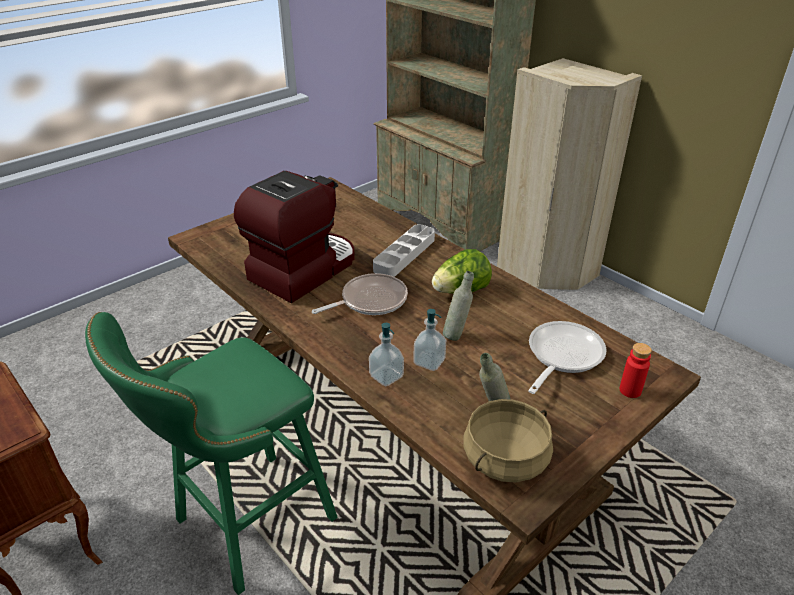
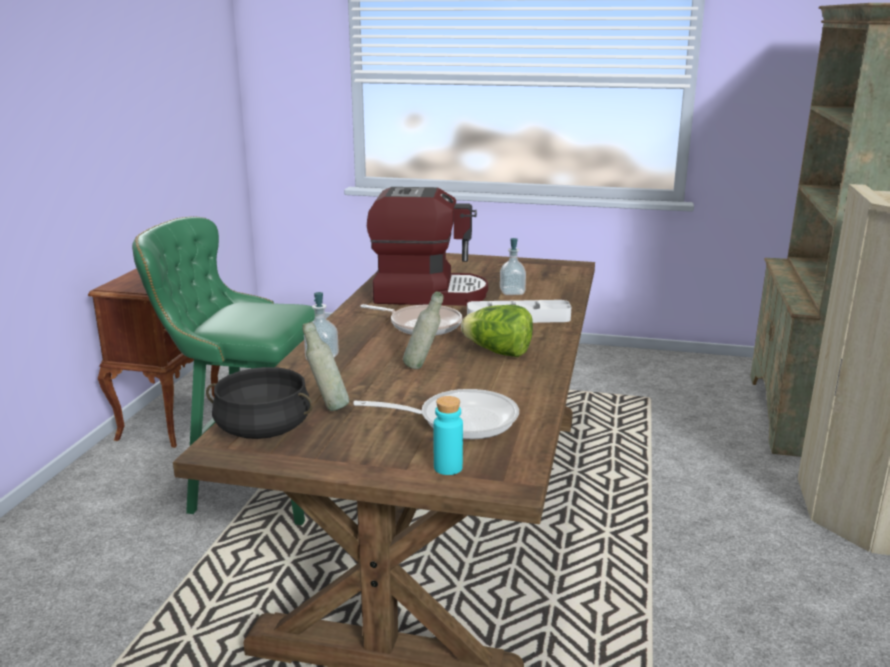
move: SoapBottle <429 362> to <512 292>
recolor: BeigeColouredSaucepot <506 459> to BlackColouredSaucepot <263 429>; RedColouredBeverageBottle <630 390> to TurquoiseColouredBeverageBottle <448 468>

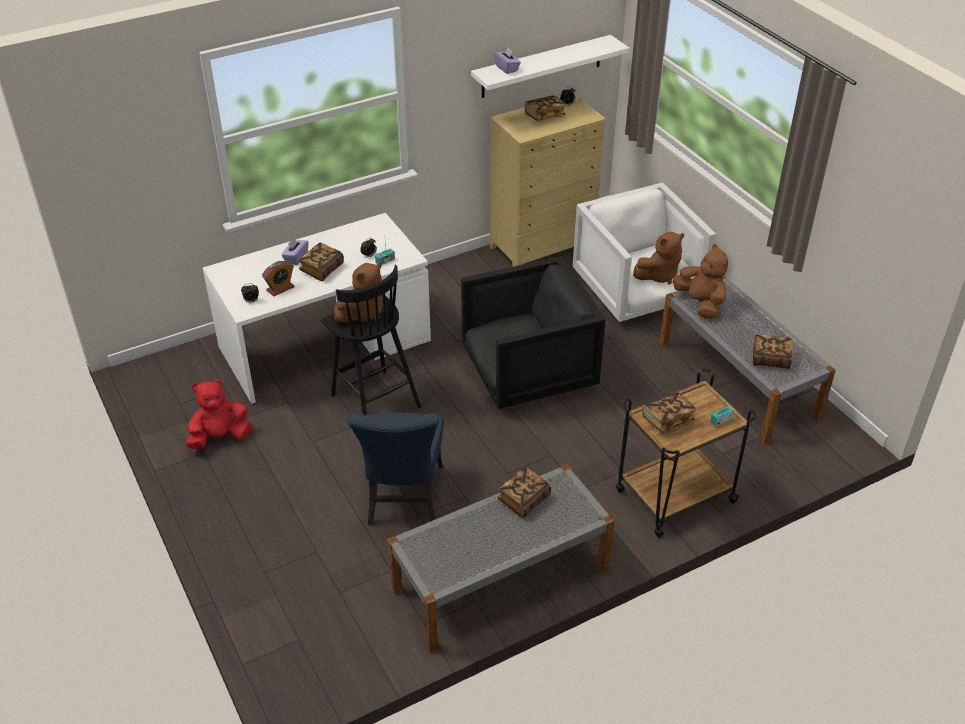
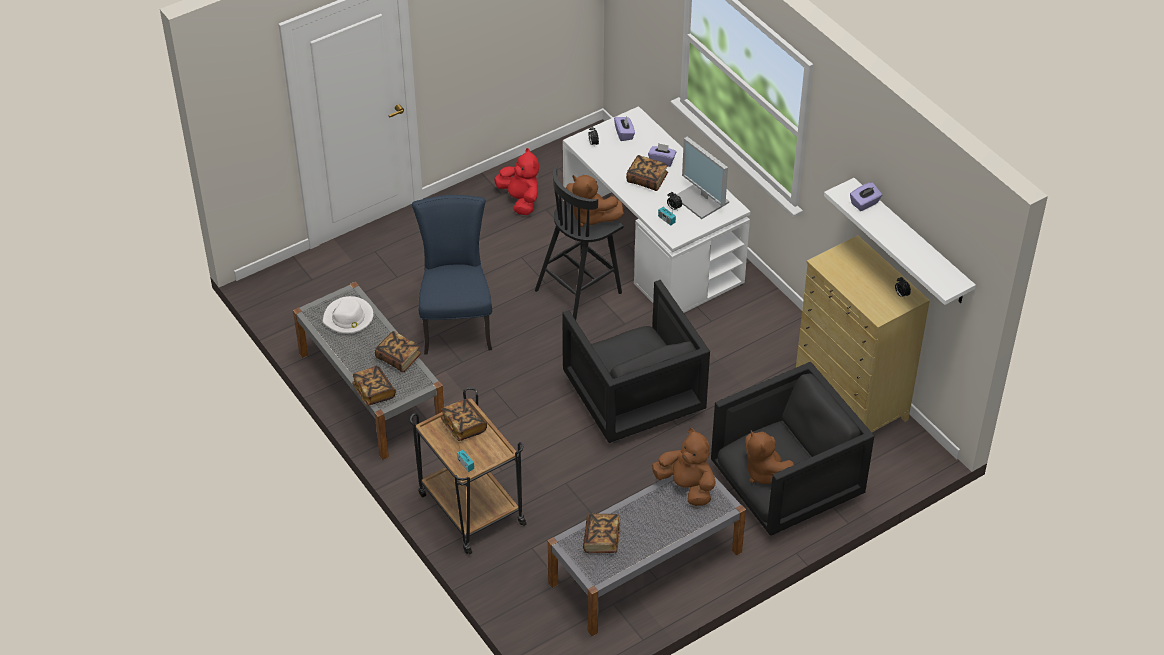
delete: AlarmClock <280 288>
insert: WhiteWearableHat <348 318>; PurpleTissueHolder <624 134>; ComputerScreen <702 200>
move: Book <544 116> to <374 392>
recolor: WhiteLoungeChair <637 291> to BlackColouredLoungeChair <785 485>
rotate: BlueUprightChair <403 499> = <456 322> 90 degrees clockwise; BrownPlushToy <700 304> = <686 487> 105 degrees counterclockwise

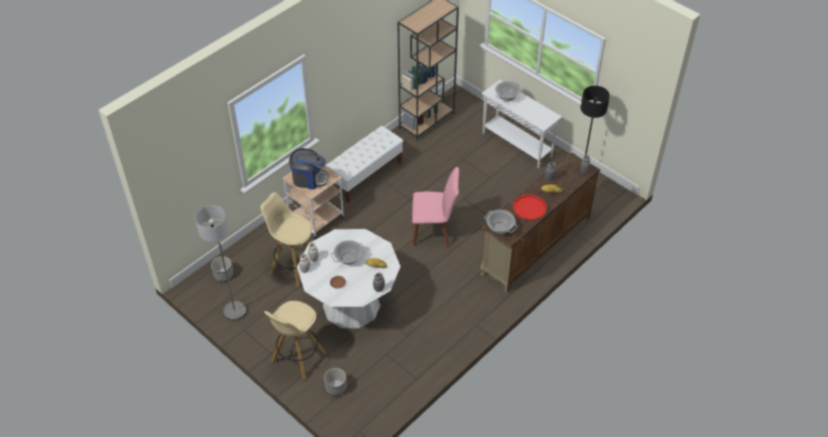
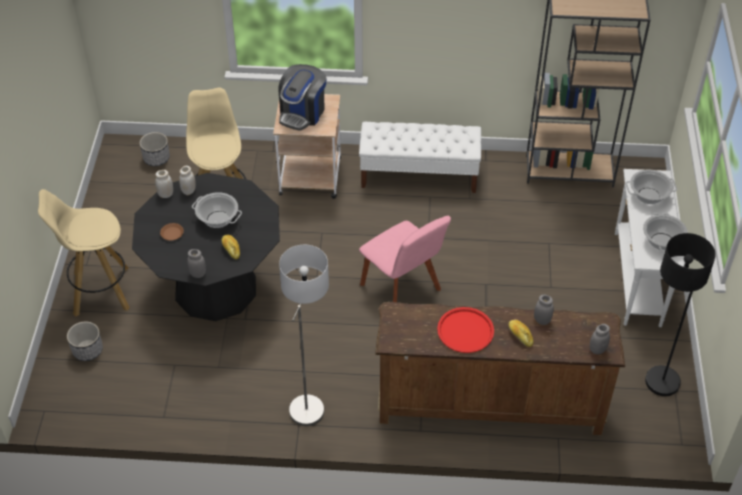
move: GreyStandingLamp <232 307> to <310 402>; Saucepot <499 228> to <661 241>
recolor: WhiteDiningTable <351 305> to BlackColouredDiningTable <215 288>
rotate: CoffeeBrewer <309 179> = <302 113> 60 degrees clockwise

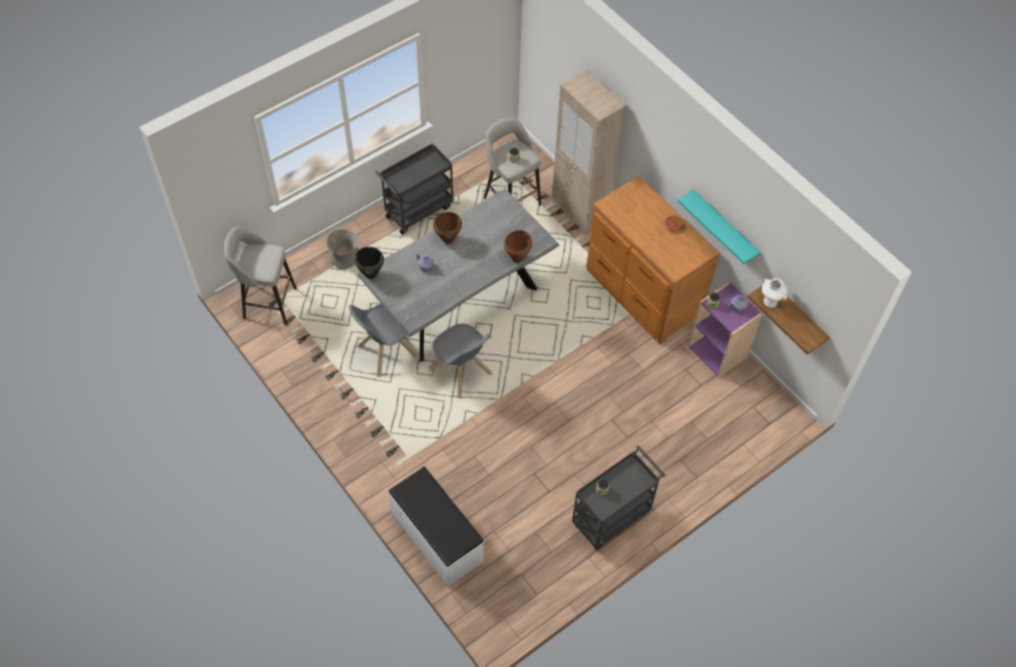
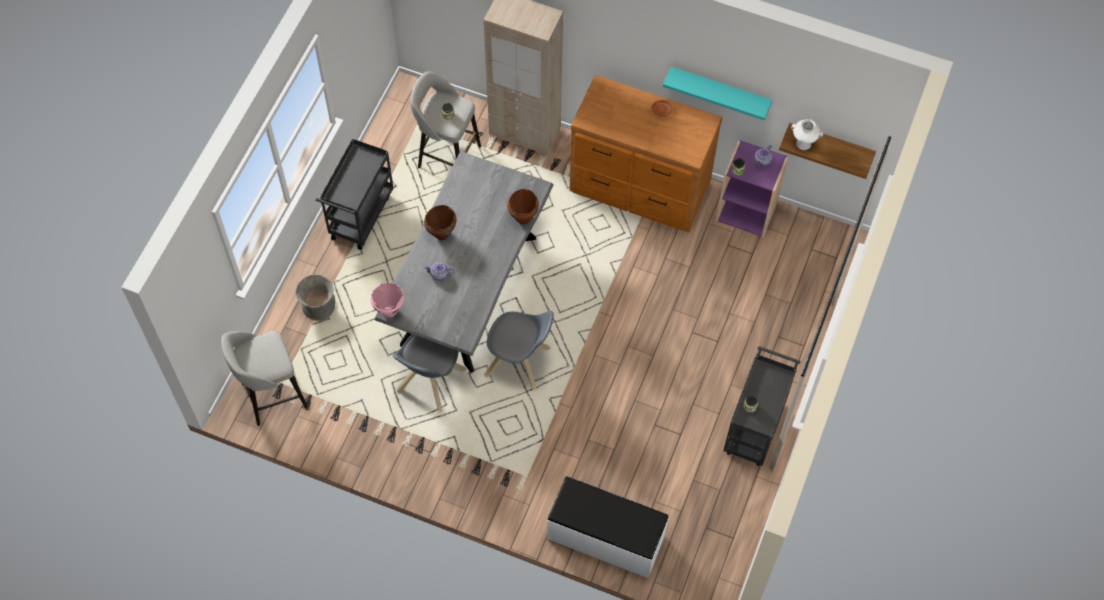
recolor: BlackColouredSaucepot <370 274> to PinkSaucepot <389 311>

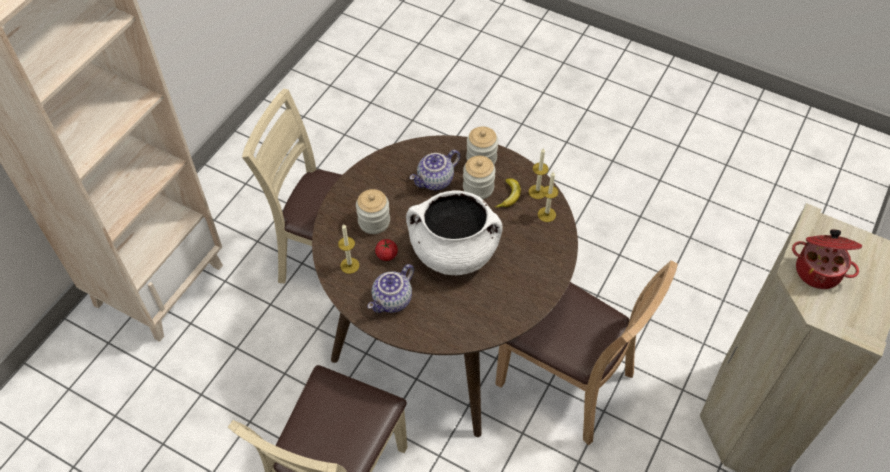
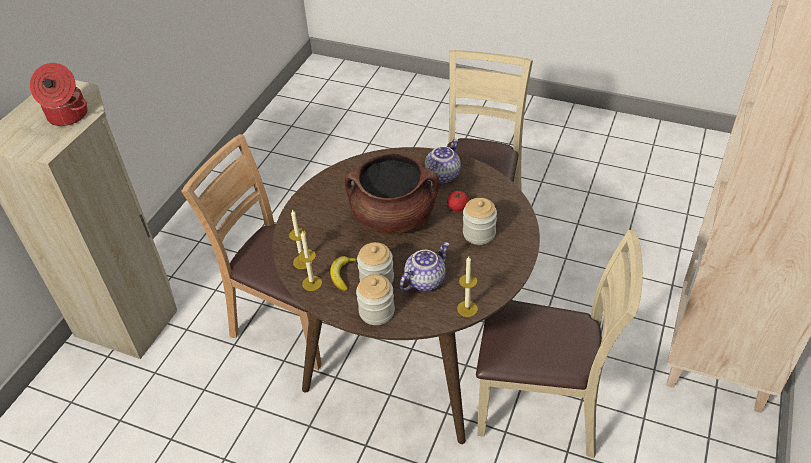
move: WaxCandle <349 265> to <467 308>
recolor: WhiteSaucepot <453 252> to BrownSaucepot <394 217>

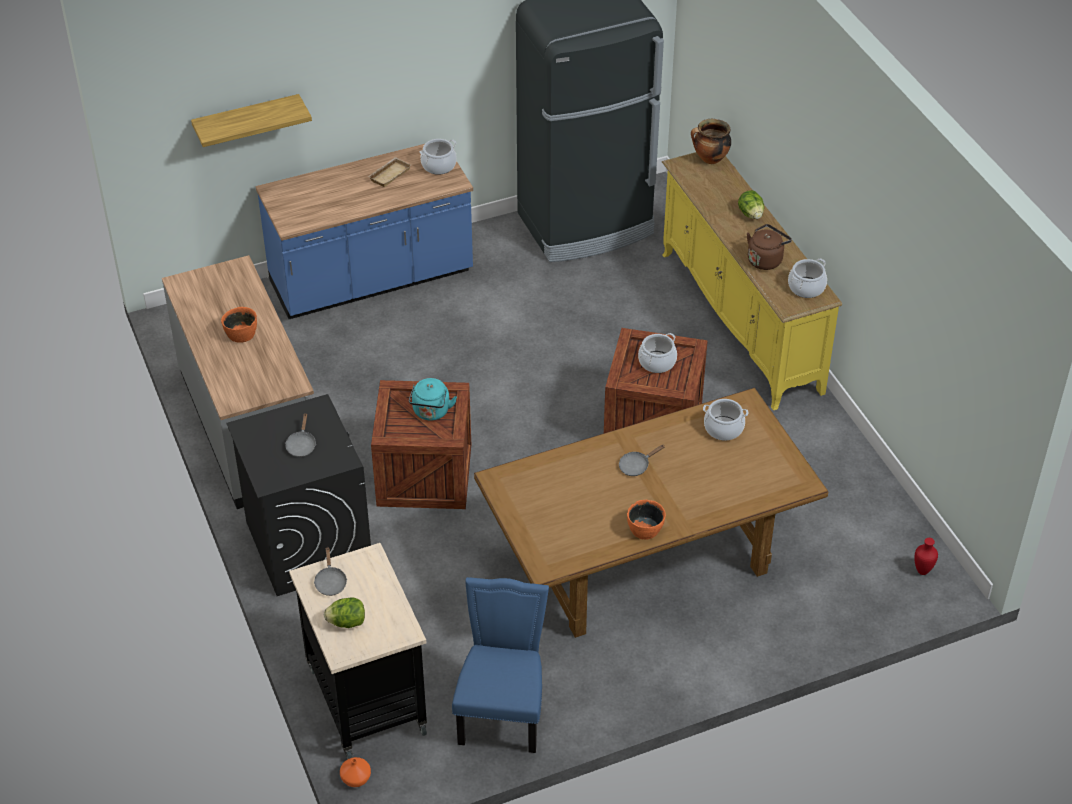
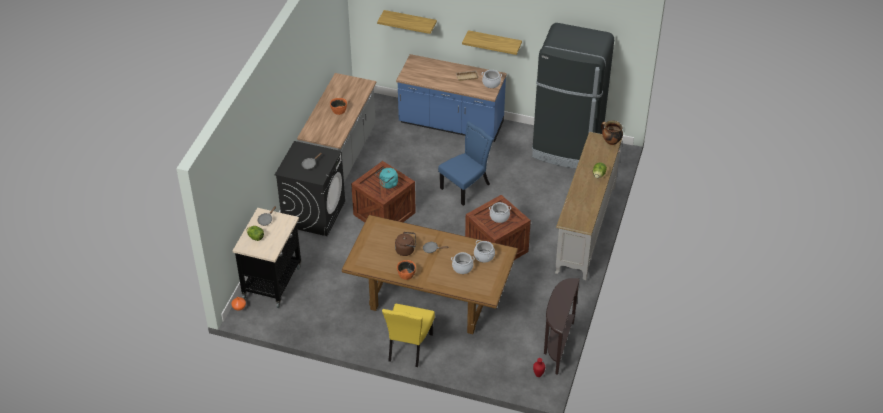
insert: YellowishUprightChair <409 346>; WallShelf <494 42>; BrownConsoleTable <557 346>
move: BlueUprightChair <502 712> to <465 188>; BrownWaterKettle <766 259> to <406 250>; Saucepot <806 288> to <462 267>
recolor: YellowishCupboard <739 322> to GreyCupboard <585 228>

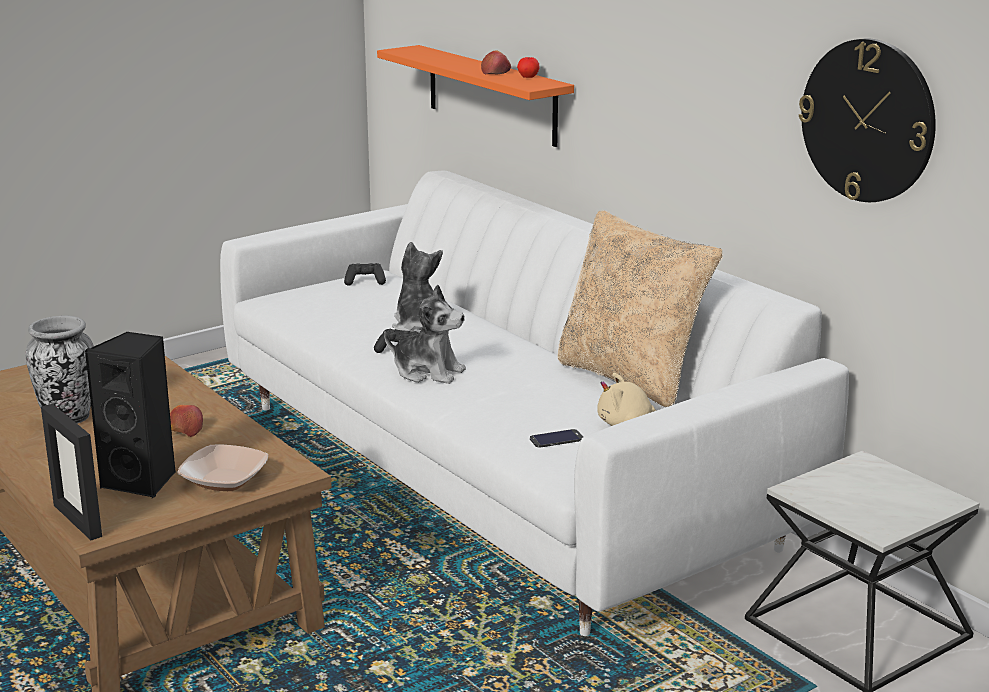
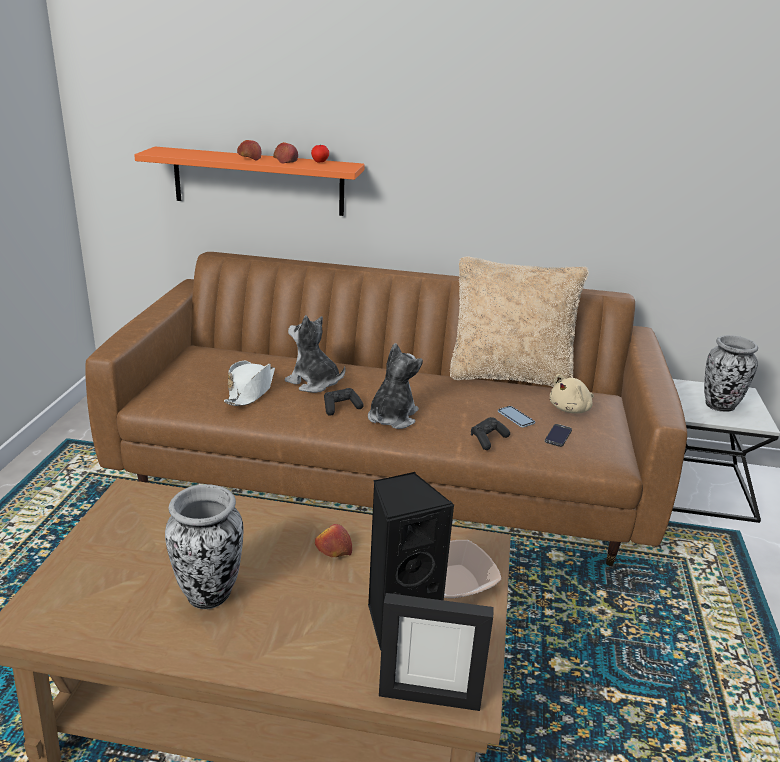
delete: HangingClock <868 120>
insert: WhiteWearableHat <251 391>; AppleFruit <249 158>; Phone <516 417>; FlowerVase <720 406>
move: BlackColouredGamepad <365 281> to <488 439>
recolor: WhiteSofa <496 474> to BrownSofa <385 476>
rotate: PlushToy <428 372> = <392 417> 45 degrees counterclockwise

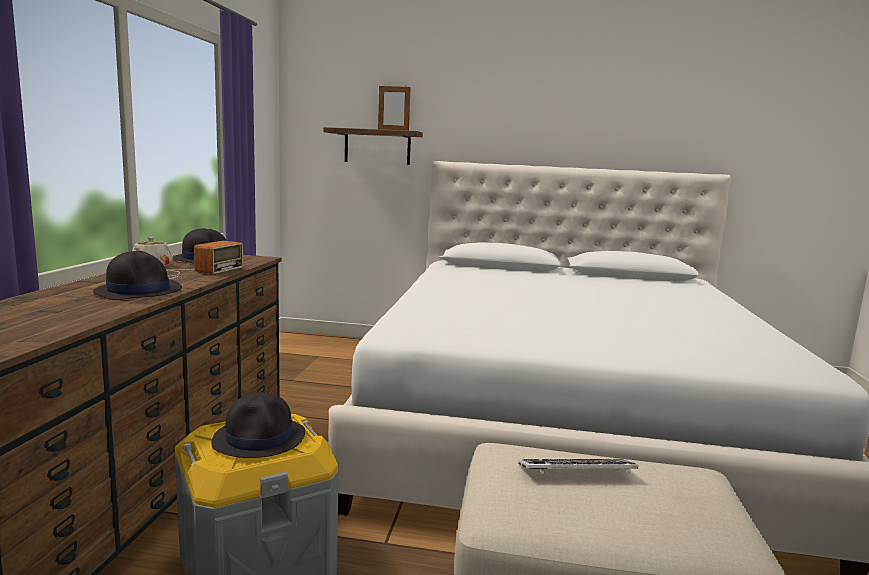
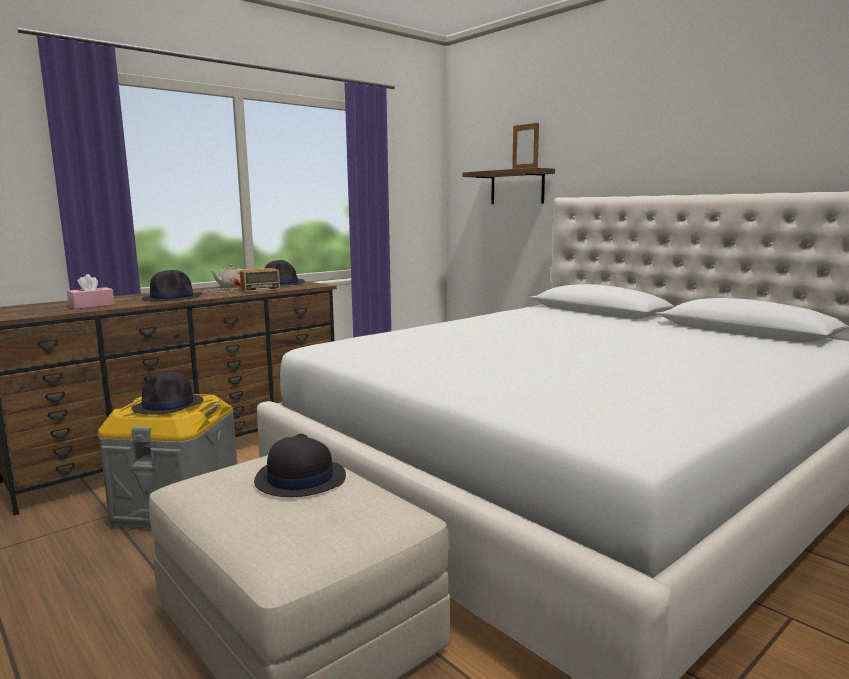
insert: PinkTissueHolder <91 305>
replace: ComputerKeyboard <576 473> to BlackColouredWearableHat <299 479>

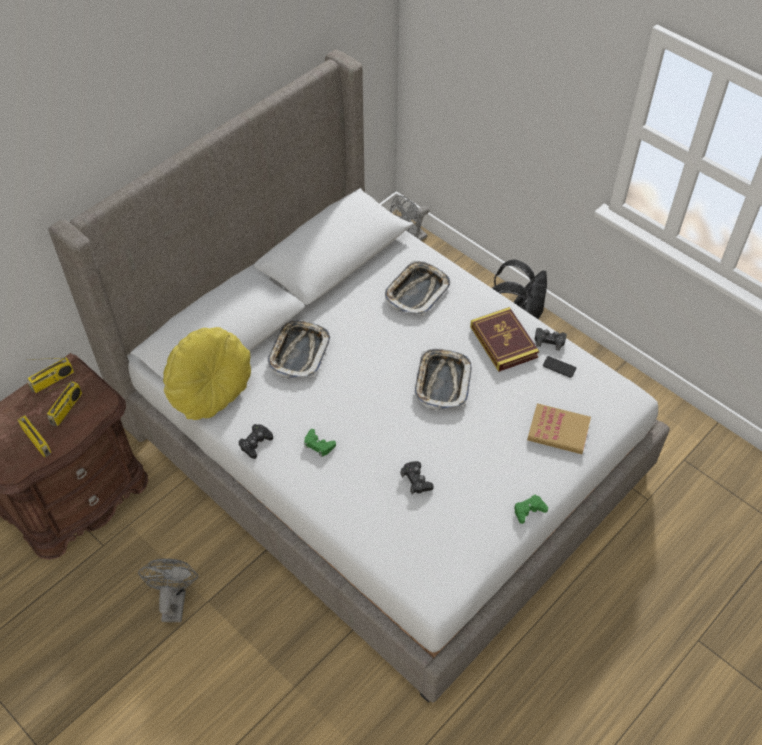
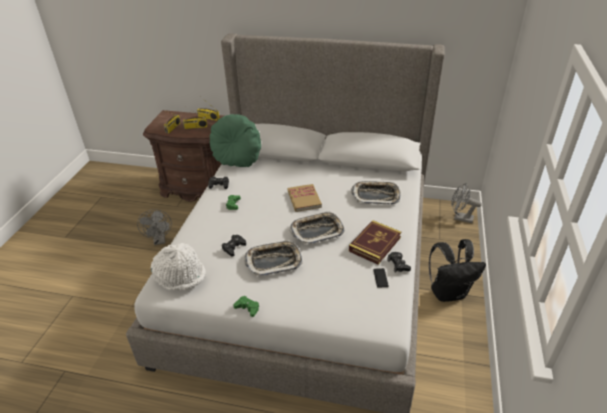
insert: WhiteWearableHat <180 275>
move: Tray <298 352> to <273 261>; Book <558 430> to <304 199>
recolor: YellowishPillow <213 397> to GreenPillow <237 162>
rotate: GreyCoolingFan <174 601> = <160 240> 105 degrees clockwise

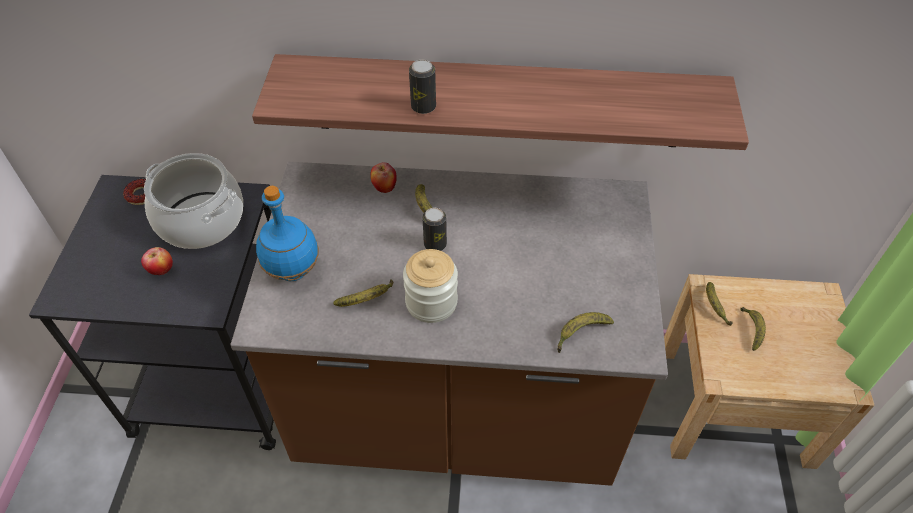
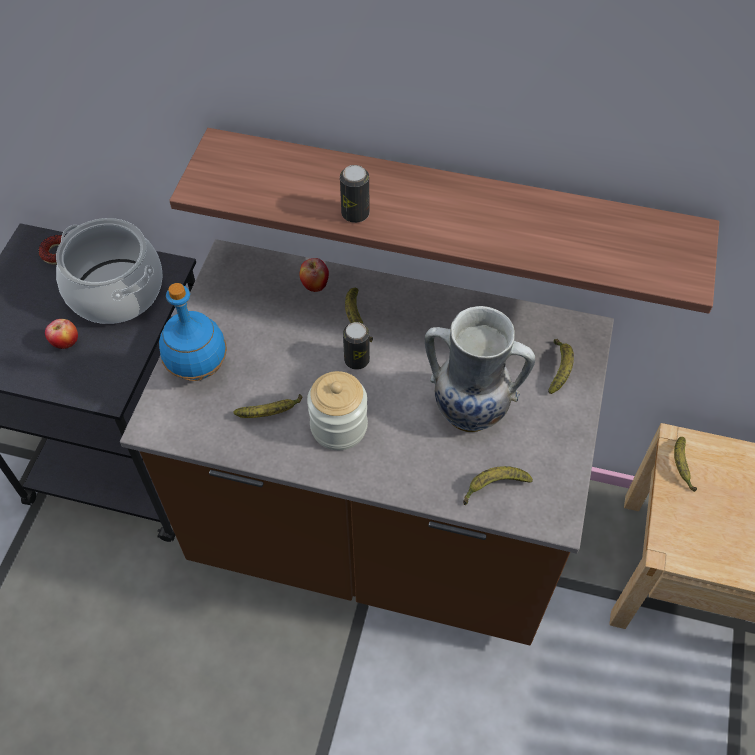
insert: FlowerVase <470 410>
move: Banana <752 330> to <559 369>

